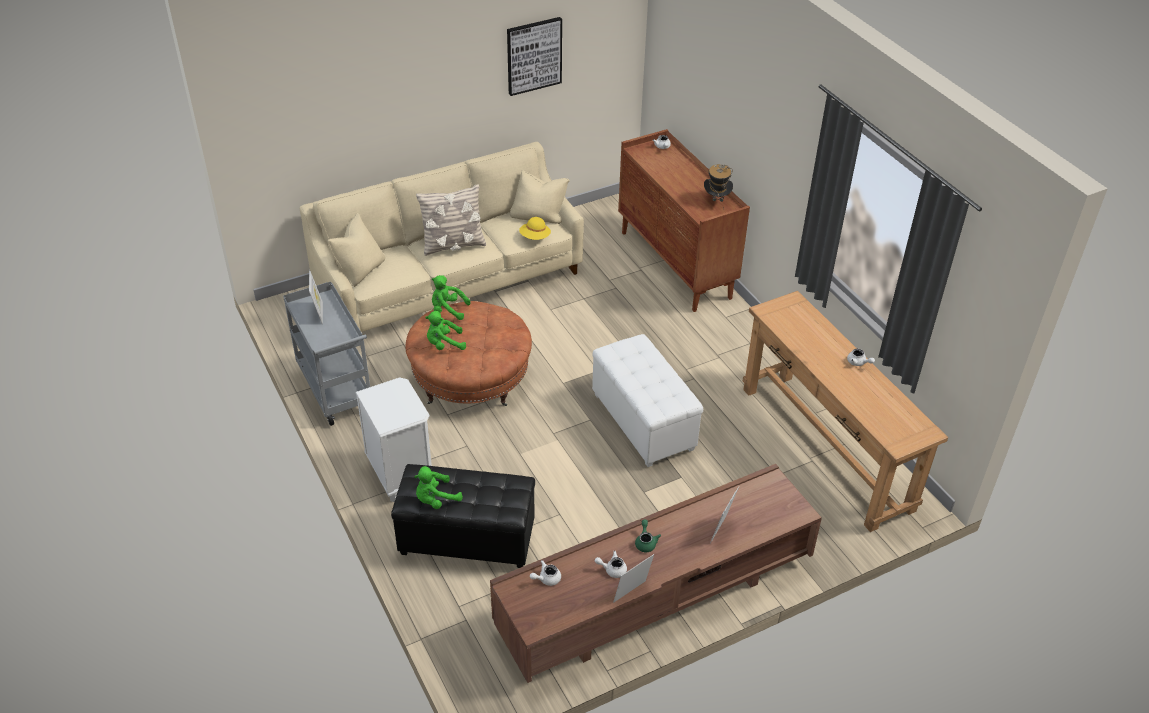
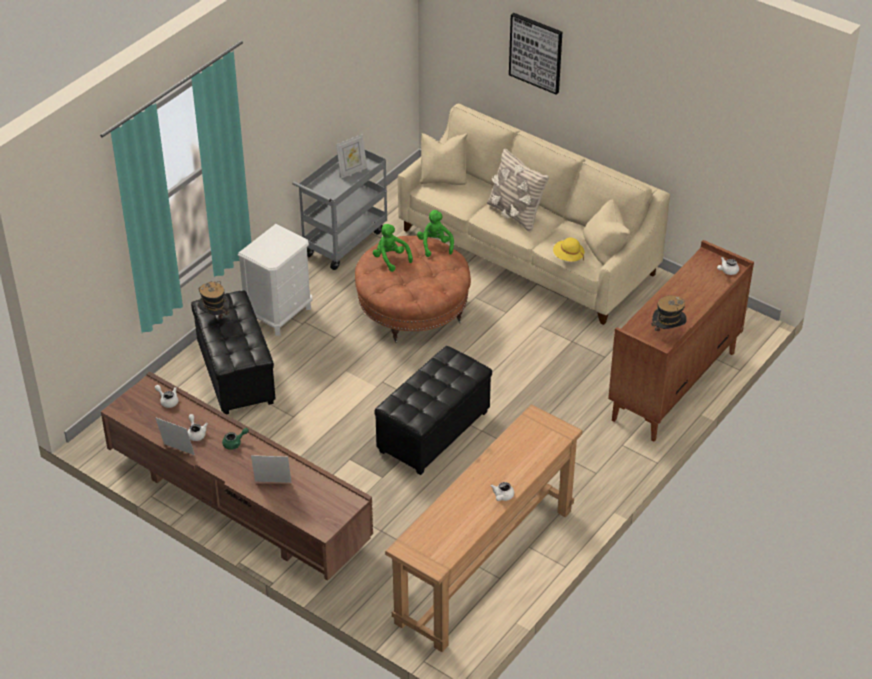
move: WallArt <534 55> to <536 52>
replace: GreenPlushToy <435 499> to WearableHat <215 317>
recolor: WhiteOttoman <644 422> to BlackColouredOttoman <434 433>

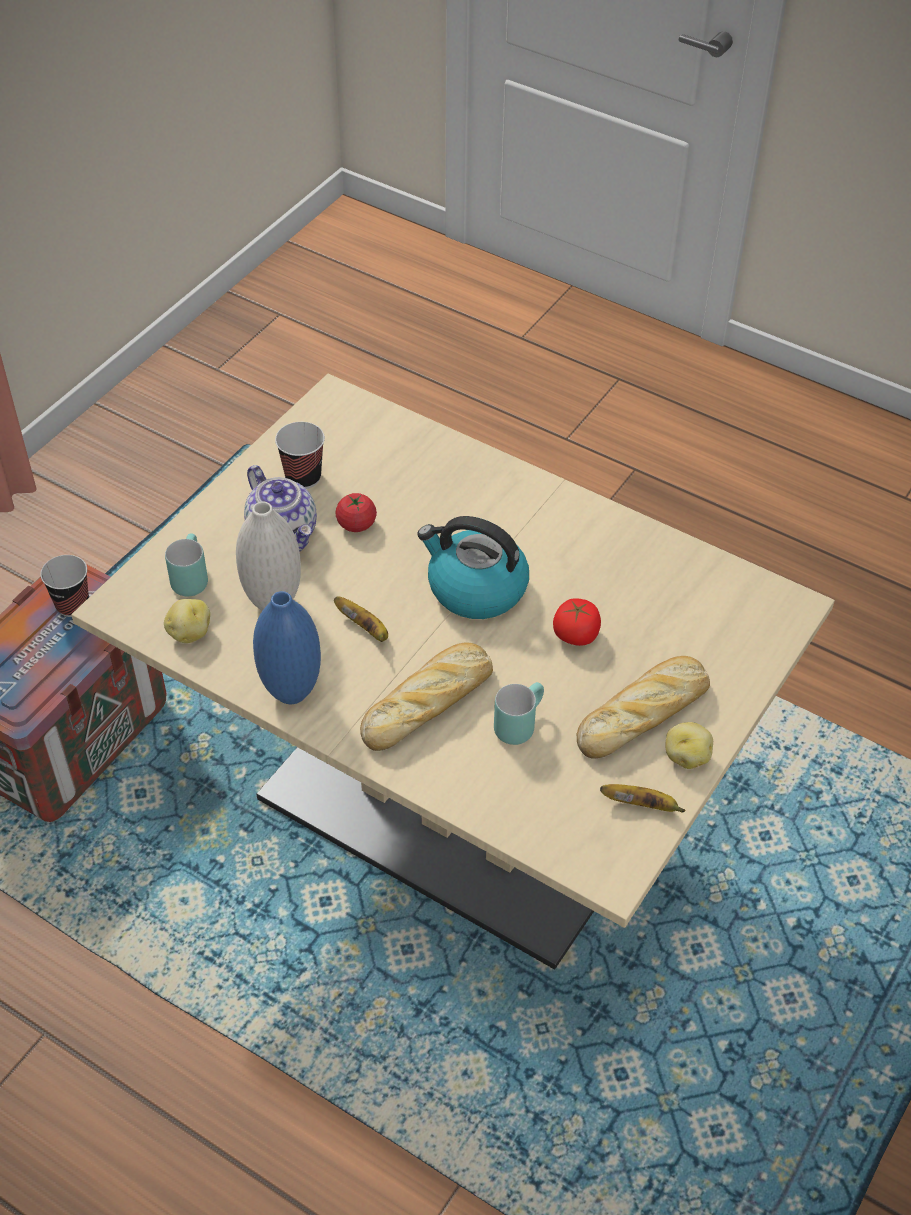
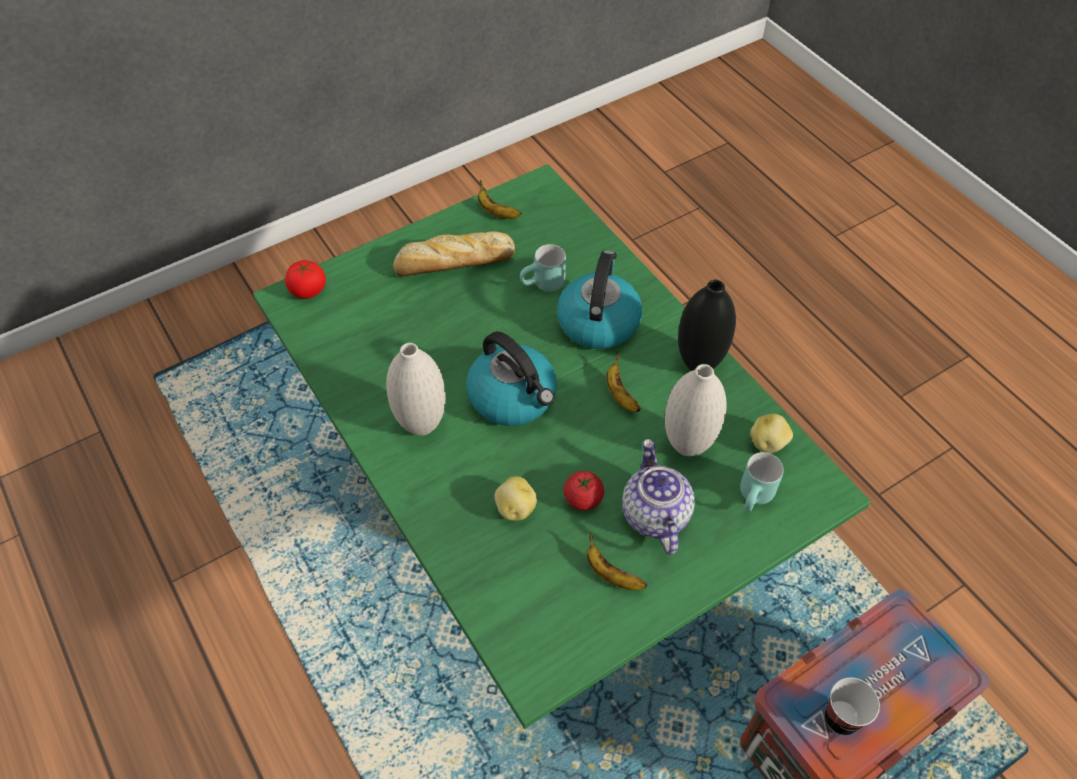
insert: WhiteFlowerVase <421 424>
move: FreshTomato <576 635> to <308 290>; Potato <687 756> to <515 508>
replace: SmallCup <303 477> to Banana <611 575>; Bread <429 702> to WaterKettle <598 321>
recolor: BeigeColouredDiningTable <452 814> to GreenDiningTable <538 539>; BlueFlowerVase <291 692> to BlackColouredFlowerVase <699 363>

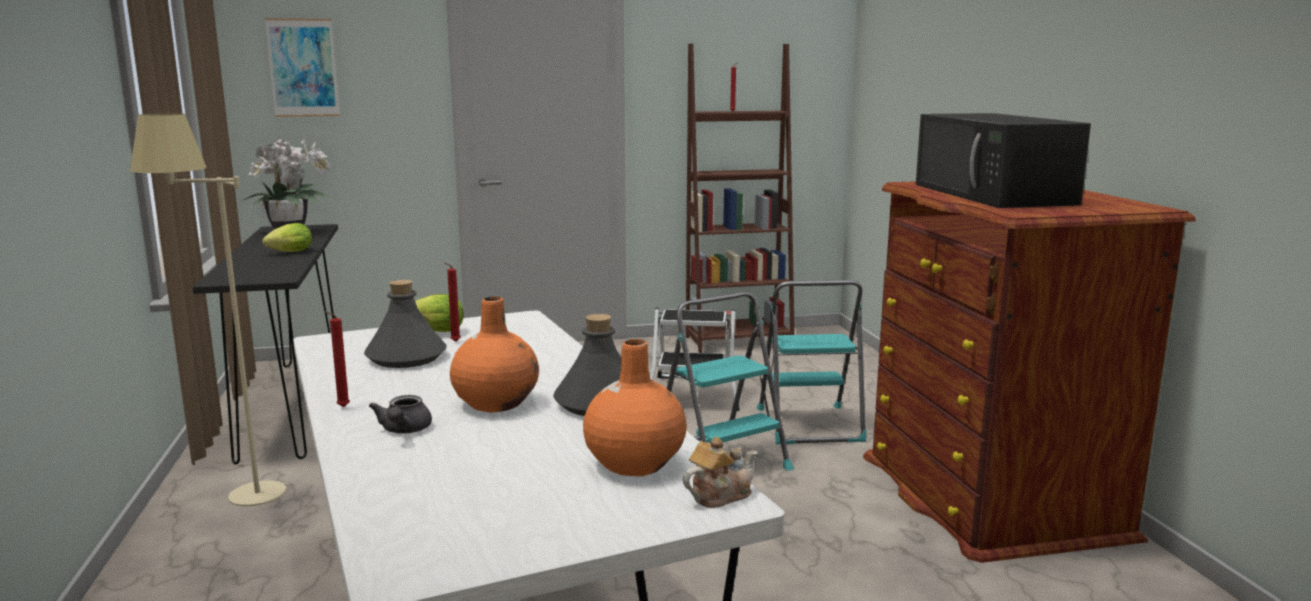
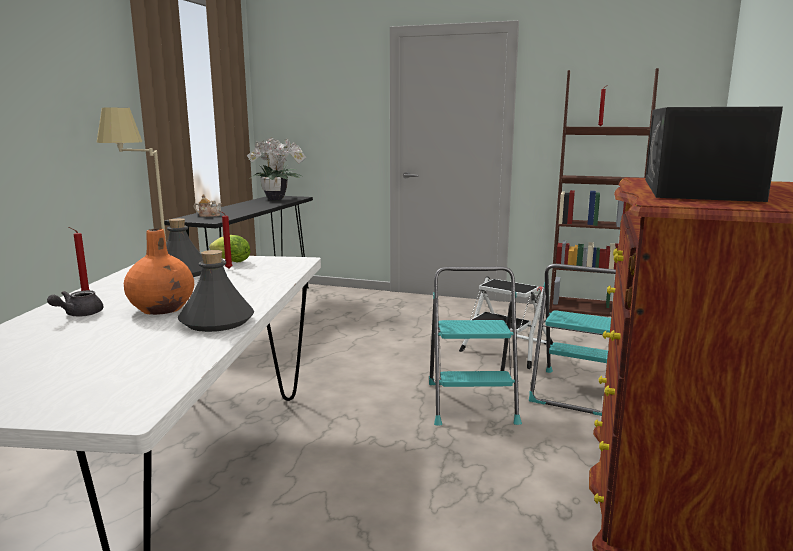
delete: Lettuce <288 252>; WallArt <303 68>; OrangeFlowerVase <634 463>
move: TeaPot <719 495> to <209 215>

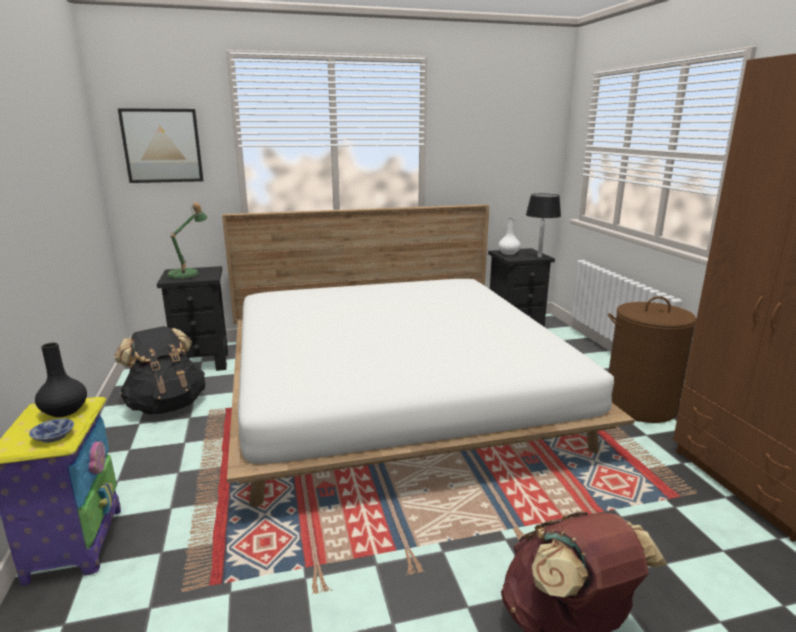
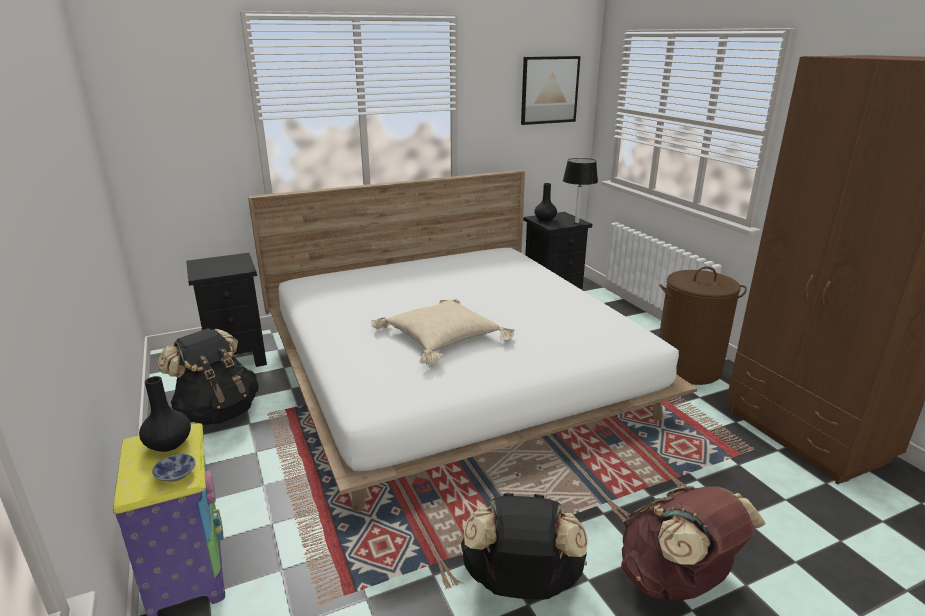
delete: LampForATable <187 274>
insert: BeigeColouredPillow <441 334>; BlackColouredBackpack <521 584>
move: WallArt <162 146> to <549 90>
recolor: WhiteFlowerVase <509 253> to BlackColouredFlowerVase <545 219>

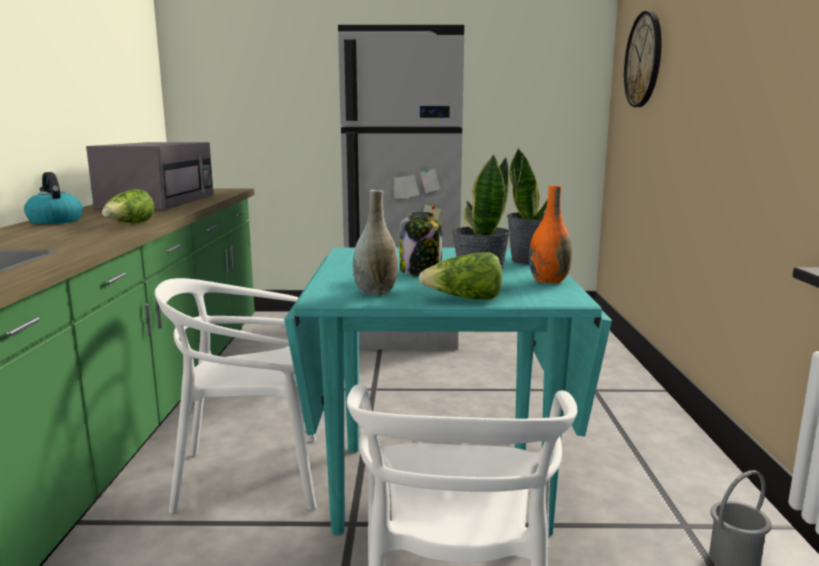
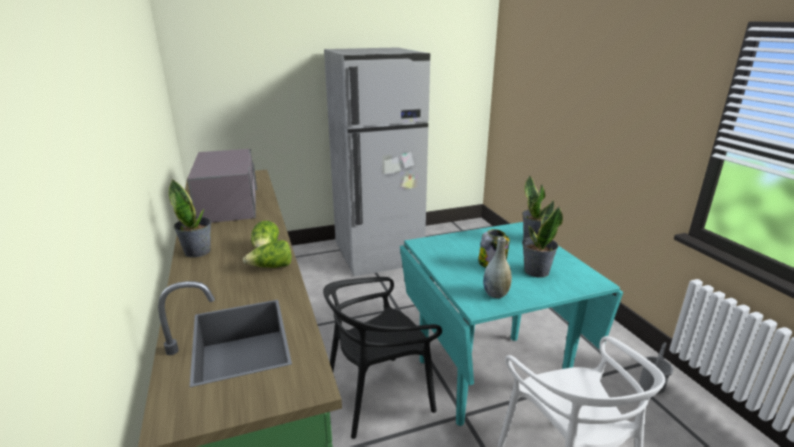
delete: OrangeFlowerVase <548 281>; HangingClock <643 60>
move: Lettuce <464 299> to <271 267>
replace: WaterKettle <54 221> to PlantInAPot <198 251>
recolor: WhiteUprightChair <252 476> to BlackColouredUprightChair <379 396>

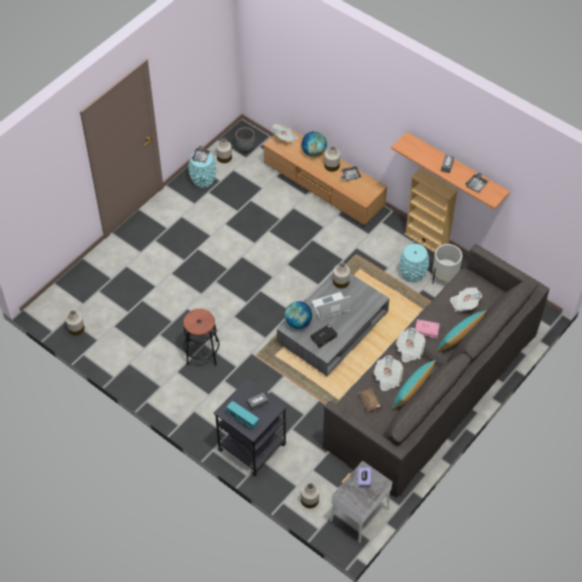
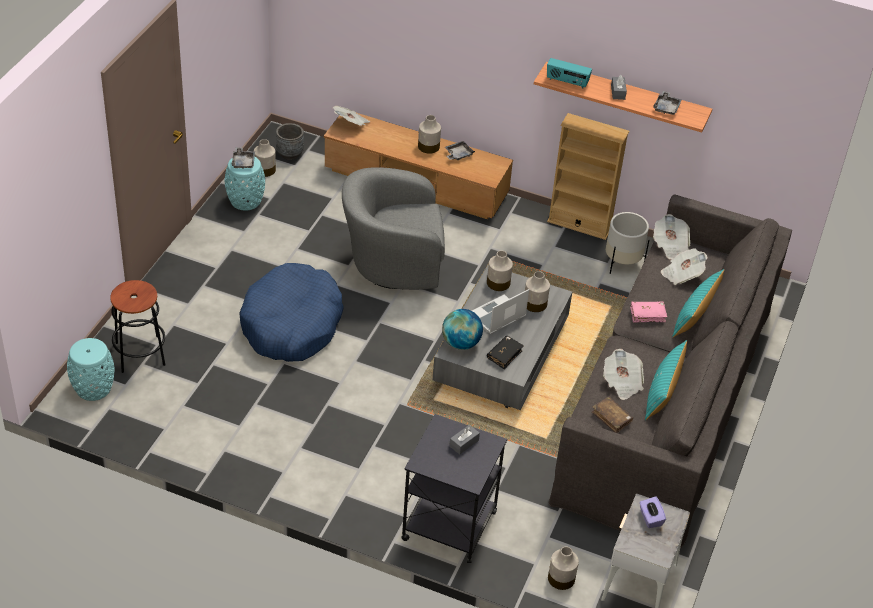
delete: Globe <314 152>
insert: BluePetBed <291 324>; GreyLoungeChair <392 264>
move: BeigeColouredFlowerVase <76 328> to <534 303>; BlackColouredStoolSeat <202 352> to <140 353>; RadioSet <242 420> to <567 82>; PrintedPaper <409 350> to <670 245>; TurquoiseColouredStoolSeat <412 273> to <93 388>

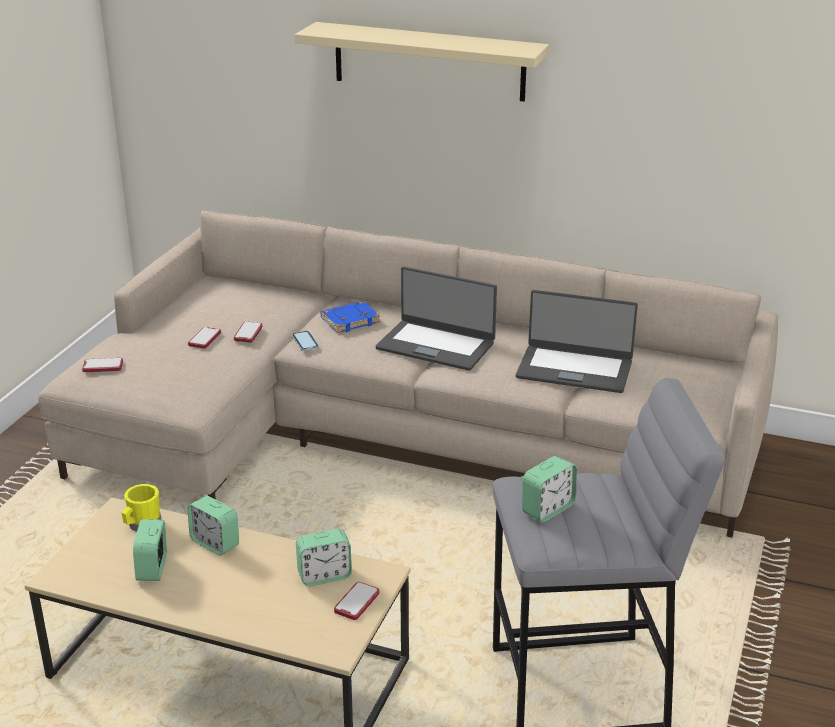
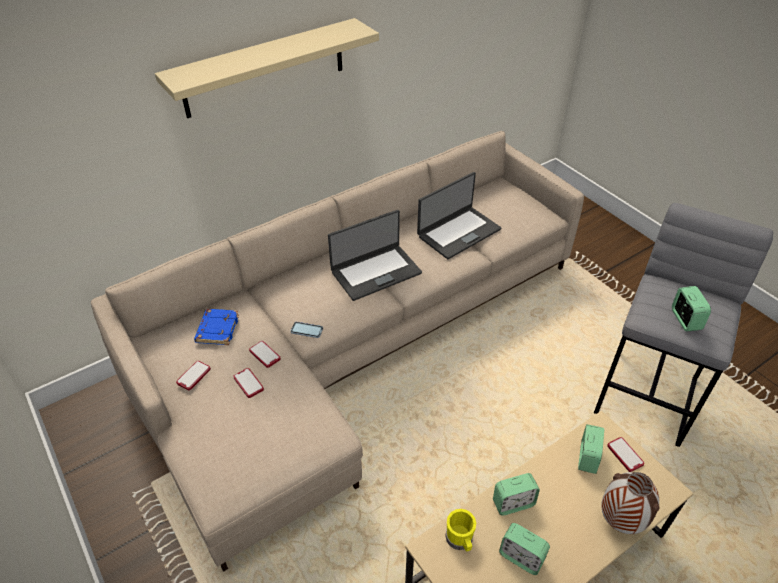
insert: FlowerVase <619 521>
move: Phone <103 366> to <193 376>; BlueBook <350 320> to <217 329>

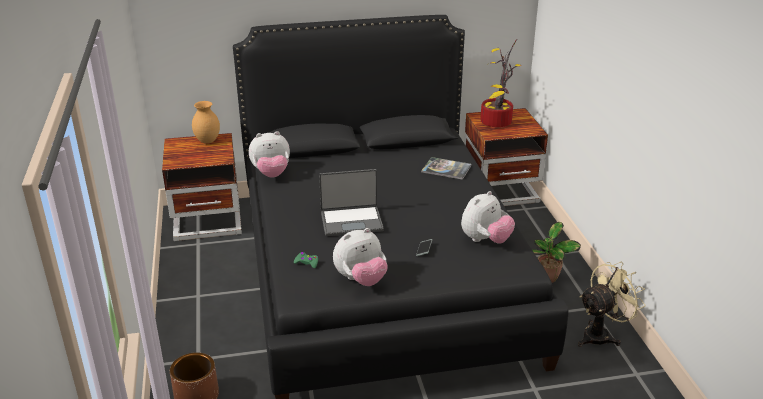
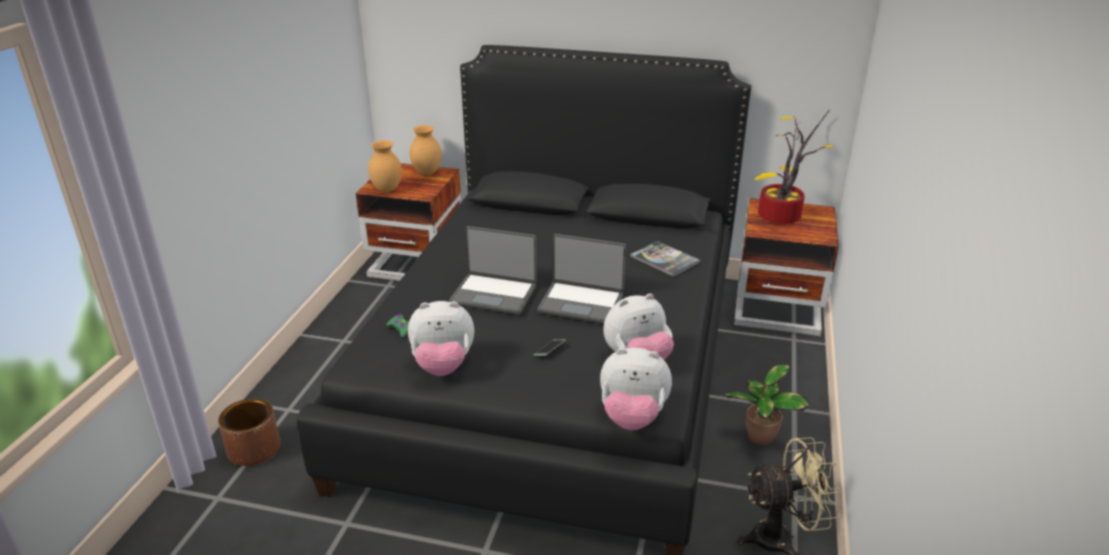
insert: BrownFlowerVase <386 190>; Laptop <581 303>
move: PlushToy <271 174> to <632 417>

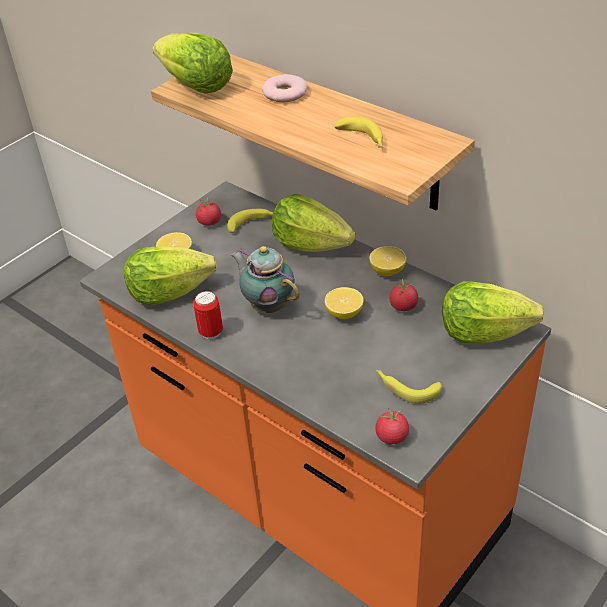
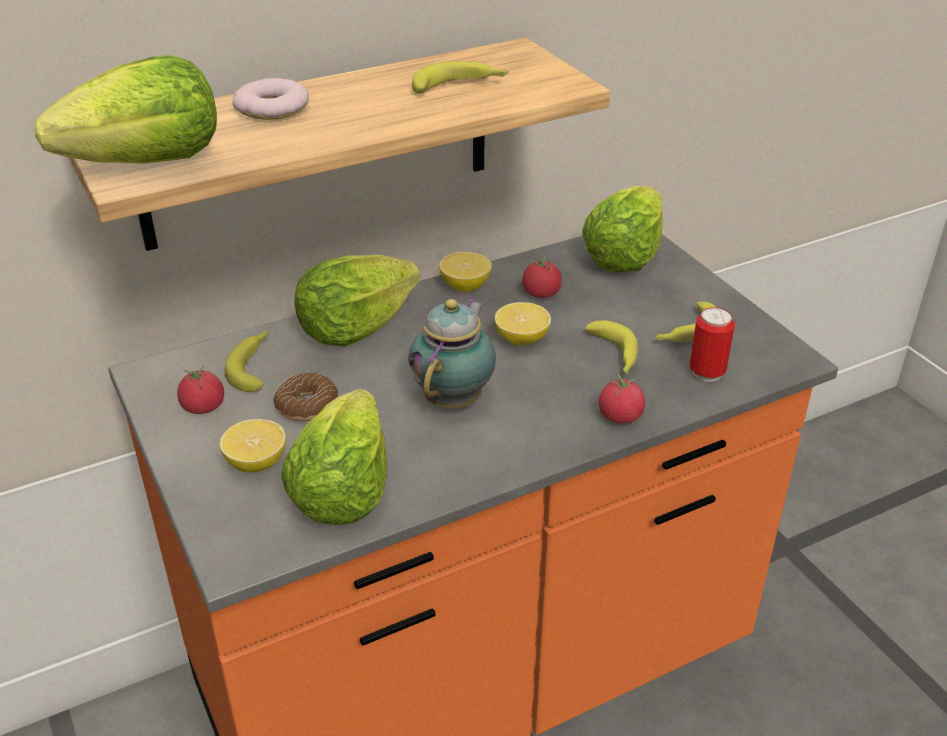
insert: Doughnut <307 405>; Banana <614 356>
move: Can <211 332> to <707 373>; FreshTomato <392 436> to <620 416>
rotate: TeaPot <268 305> = <455 398> 135 degrees clockwise

